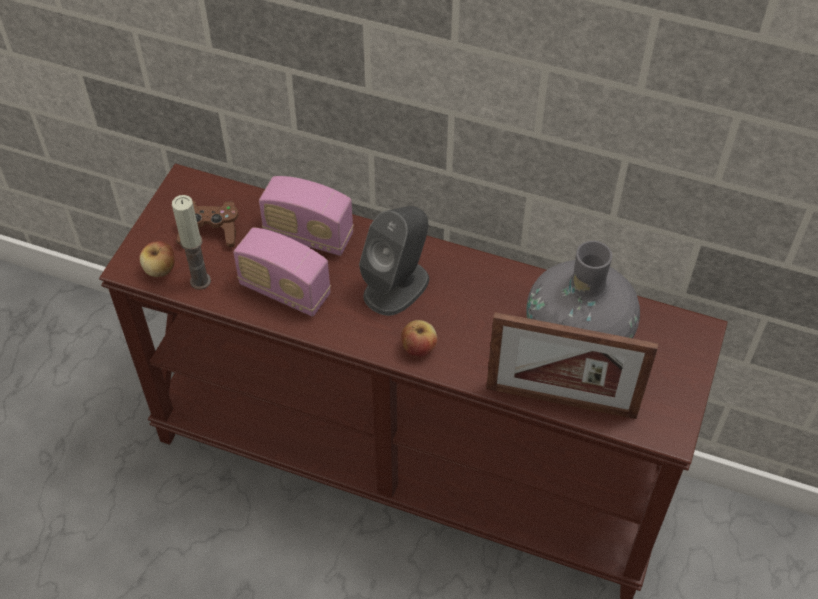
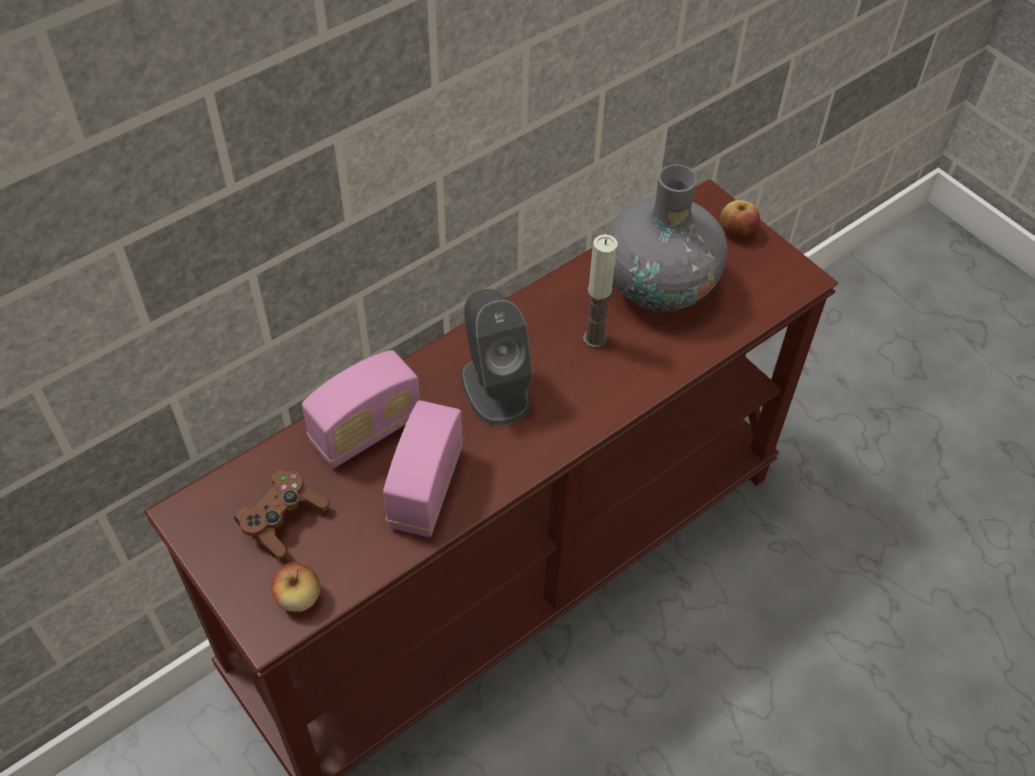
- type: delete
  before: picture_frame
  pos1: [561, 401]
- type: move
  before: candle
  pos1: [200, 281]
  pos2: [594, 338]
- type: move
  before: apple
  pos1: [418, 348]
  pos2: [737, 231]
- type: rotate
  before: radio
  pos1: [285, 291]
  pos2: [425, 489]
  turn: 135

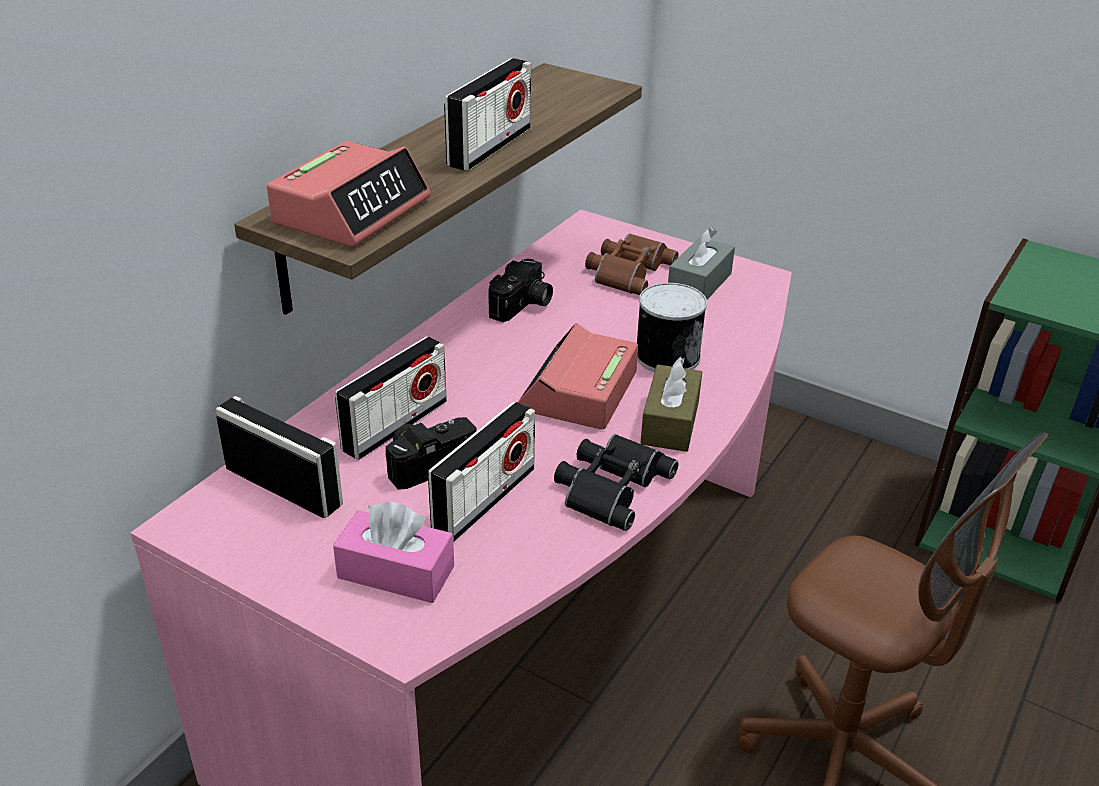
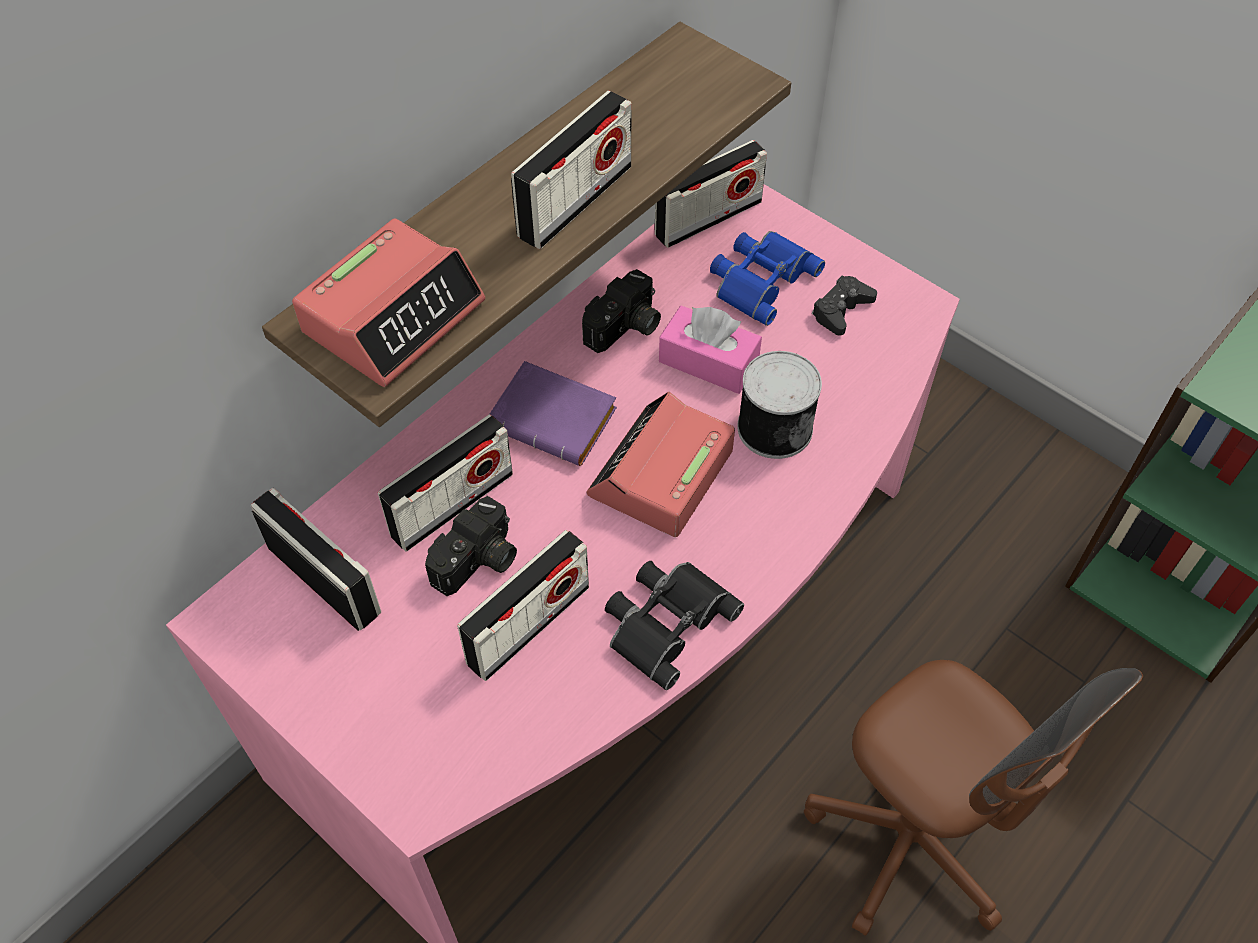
- type: delete
  before: brown_tissue_box
  pos1: [670, 422]
- type: insert
  after: purple_book
  pos2: [557, 419]
- type: insert
  after: radio
  pos2: [708, 218]
- type: move
  before: pink_tissue_box
  pos1: [396, 572]
  pos2: [708, 362]
- type: replace
  before: grey_tissue_box
  after: black_game_controller
  pos1: [699, 284]
  pos2: [841, 310]
- type: recolor
  before: brown_binoculars
  after: blue_binoculars
  pos1: [627, 270]
  pos2: [760, 279]
- type: rotate
  before: photo_camera
  pos1: [428, 462]
  pos2: [478, 562]
  turn: 150

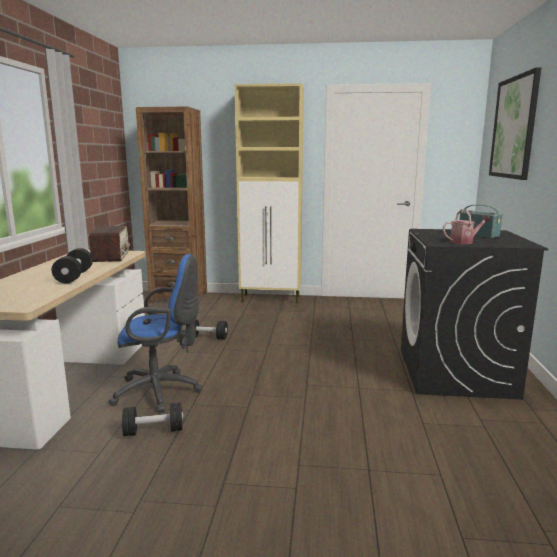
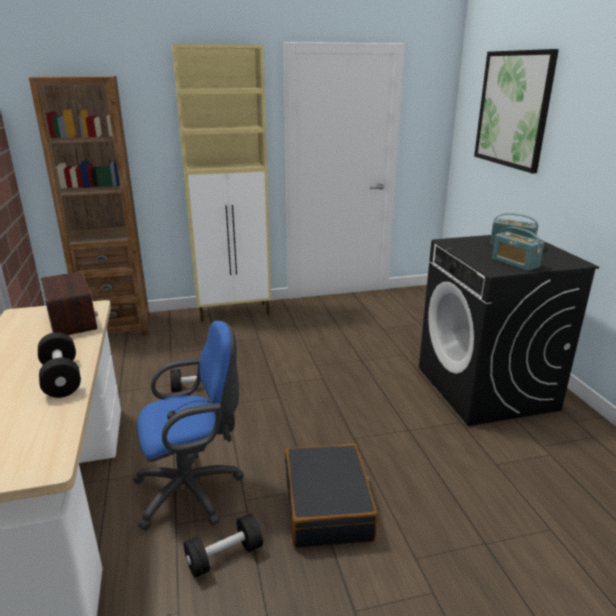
- type: insert
  after: black_suitcase
  pos2: [328, 506]
- type: replace
  before: watering_can
  after: radio
  pos1: [464, 242]
  pos2: [515, 263]

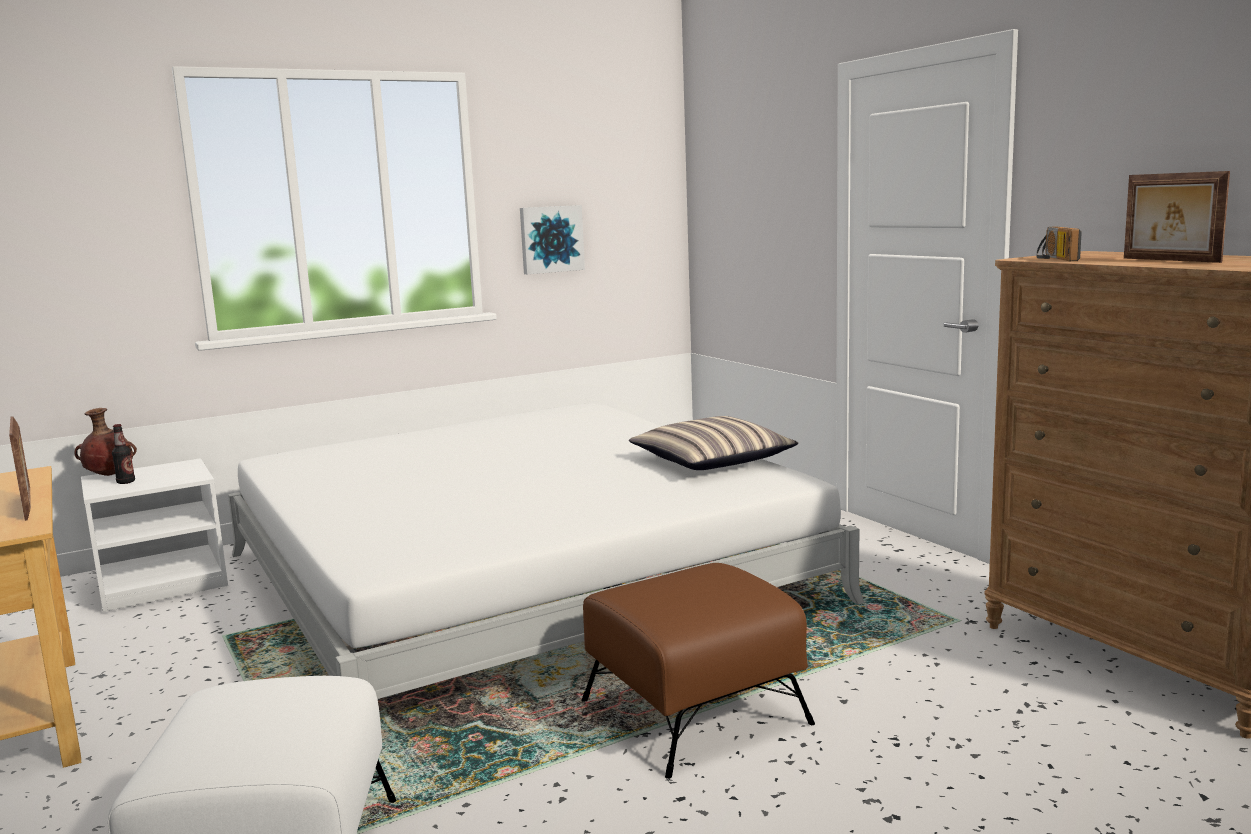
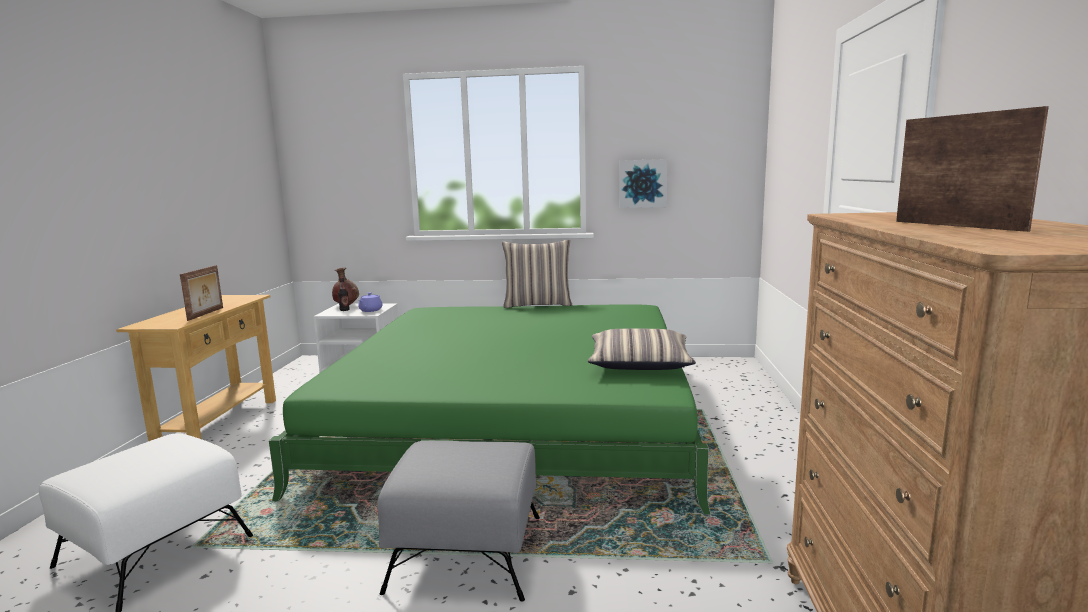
- type: delete
  before: radio
  pos1: [1054, 259]
- type: insert
  after: purple_teapot
  pos2: [370, 310]
- type: insert
  after: pillow
  pos2: [538, 304]
- type: recolor
  before: white_bed
  after: green_bed
  pos1: [516, 577]
  pos2: [515, 416]
- type: recolor
  before: brown_ottoman
  after: grey_ottoman
  pos1: [696, 712]
  pos2: [468, 553]
- type: rotate
  before: picture_frame
  pos1: [1169, 260]
  pos2: [958, 226]
  turn: 150

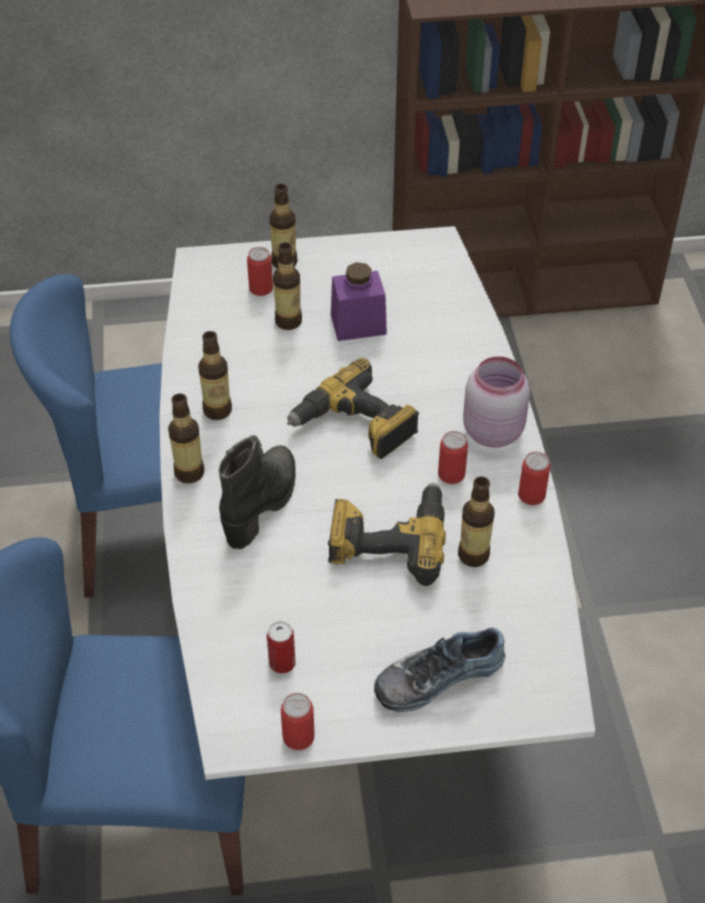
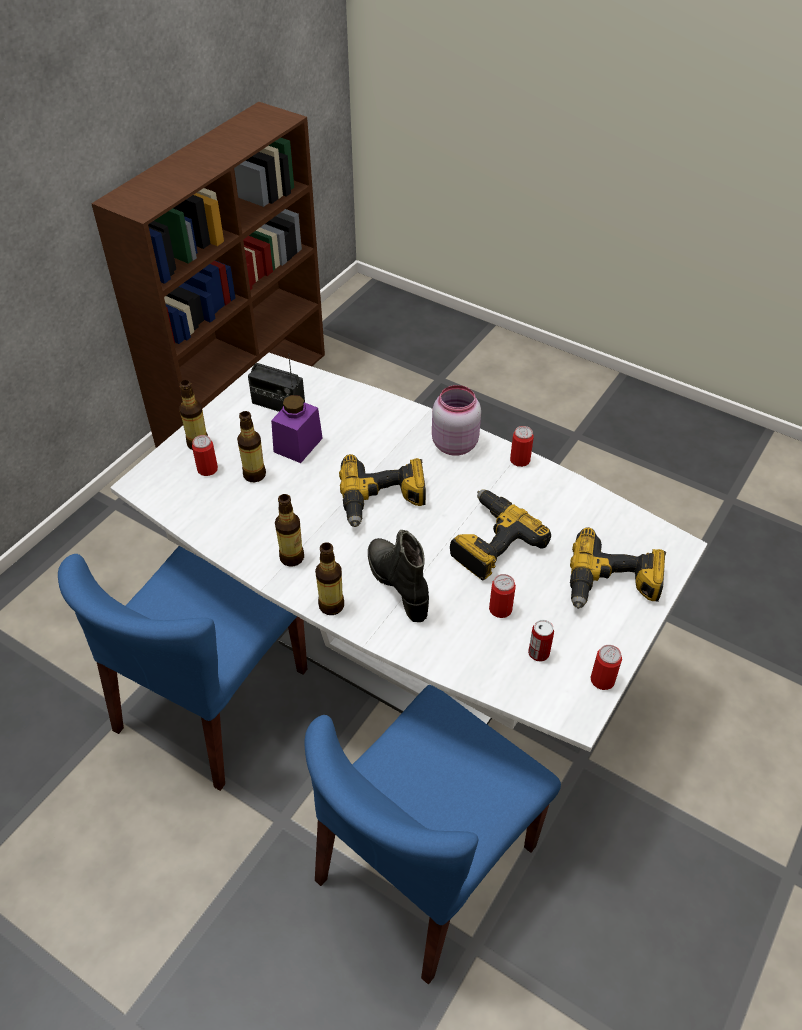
- type: delete
  before: bottle
  pos1: [473, 555]
- type: insert
  after: radio
  pos2: [278, 404]
- type: move
  before: can
  pos1: [451, 474]
  pos2: [500, 609]
- type: replace
  before: shoe
  after: power_drill
  pos1: [437, 675]
  pos2: [612, 585]

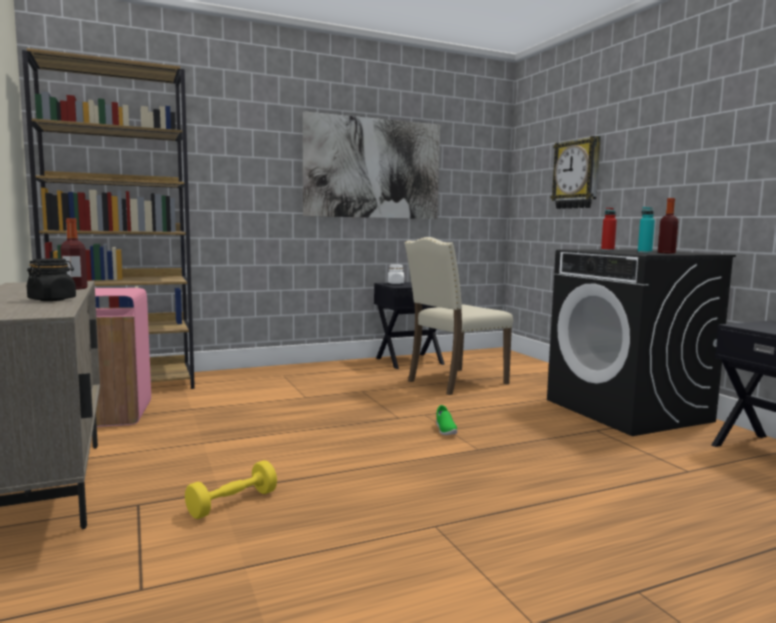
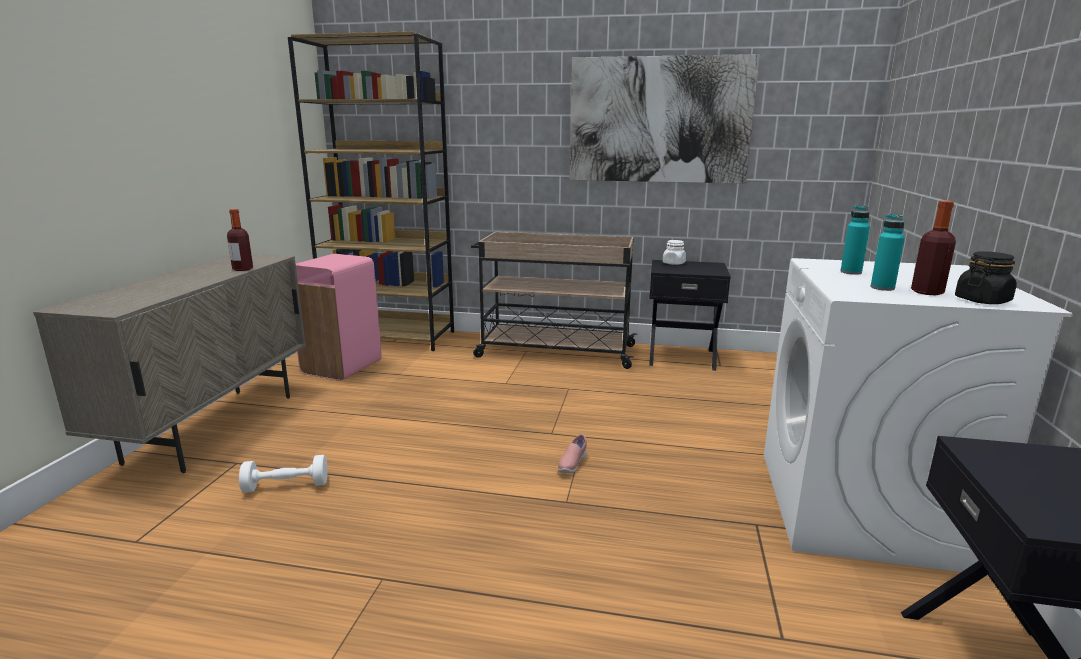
- type: delete
  before: beige_chair
  pos1: [454, 382]
- type: delete
  before: wall_clock
  pos1: [577, 174]
- type: insert
  after: beige_cart
  pos2: [554, 351]
- type: move
  before: black_jar
  pos1: [52, 299]
  pos2: [982, 300]
- type: recolor
  before: yellow_dumbbell
  after: white_dumbbell
  pos1: [232, 503]
  pos2: [286, 486]
- type: recolor
  before: green_shoe
  after: pink_shoe
  pos1: [445, 430]
  pos2: [572, 464]
- type: recolor
  before: black_washing_machine
  after: white_washing_machine
  pos1: [628, 410]
  pos2: [860, 508]
- type: recolor
  before: red_bottle
  after: turquoise_bottle
  pos1: [607, 251]
  pos2: [851, 272]

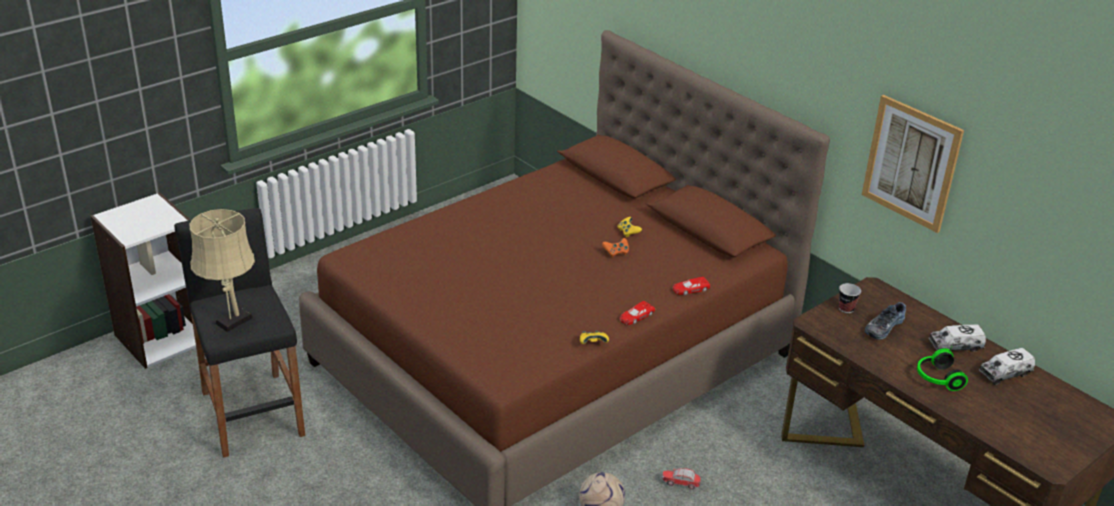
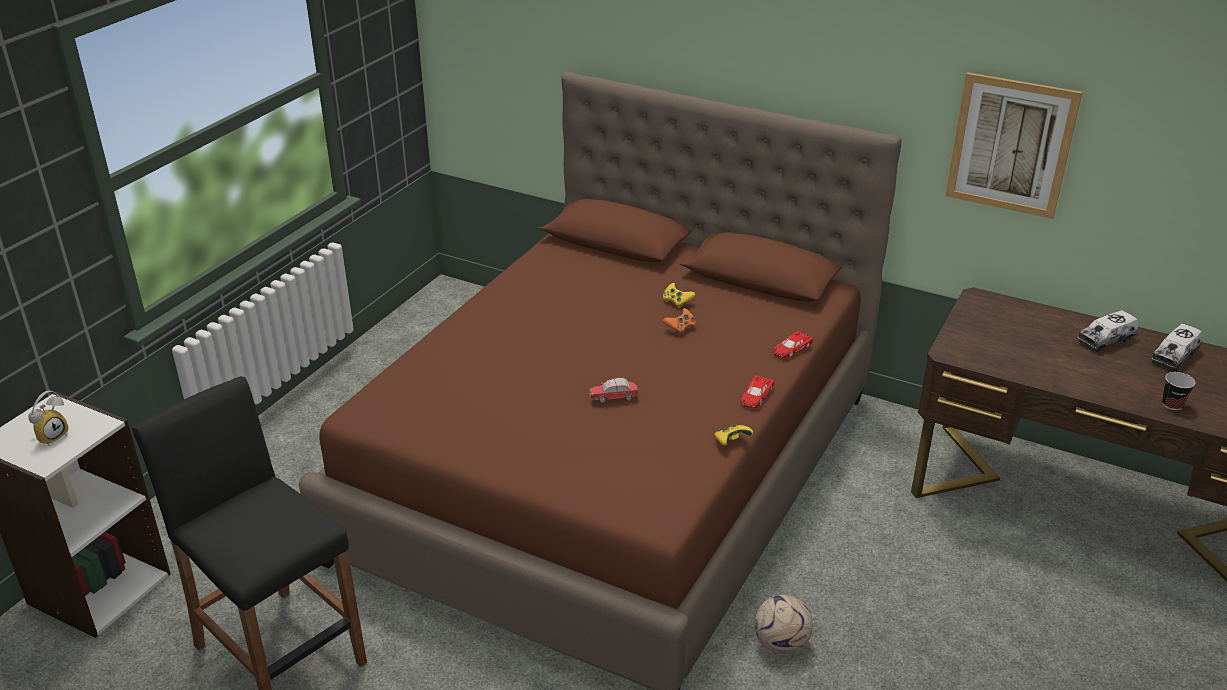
- type: delete
  before: beige_table_lamp
  pos1: [231, 322]
- type: delete
  before: shoe
  pos1: [883, 327]
- type: delete
  before: headphones
  pos1: [937, 378]
- type: insert
  after: alarm_clock
  pos2: [51, 436]
- type: move
  before: toy_car
  pos1: [681, 483]
  pos2: [614, 398]
- type: move
  before: cup
  pos1: [846, 309]
  pos2: [1172, 404]

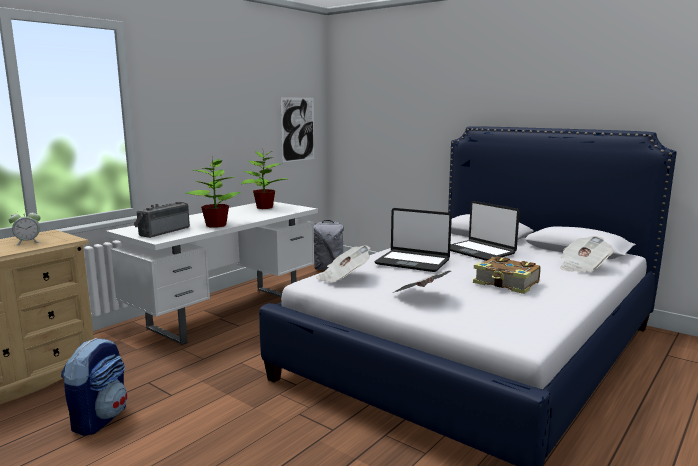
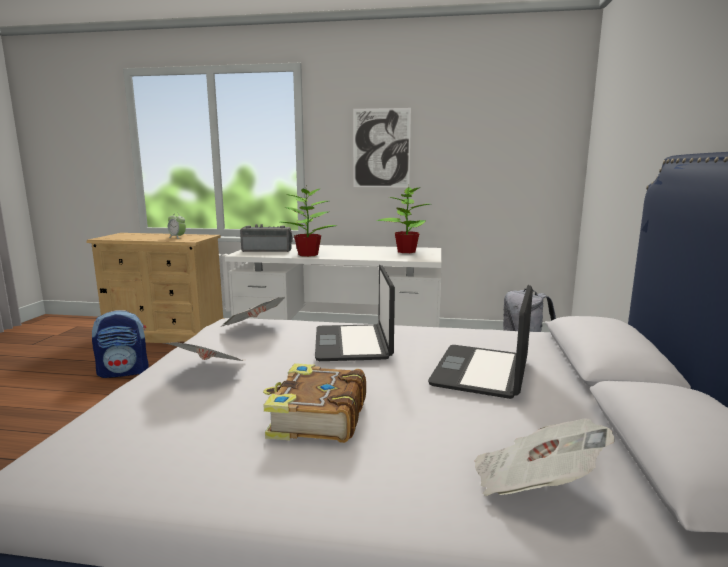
- type: move
  before: picture
  pos1: [298, 129]
  pos2: [381, 148]

